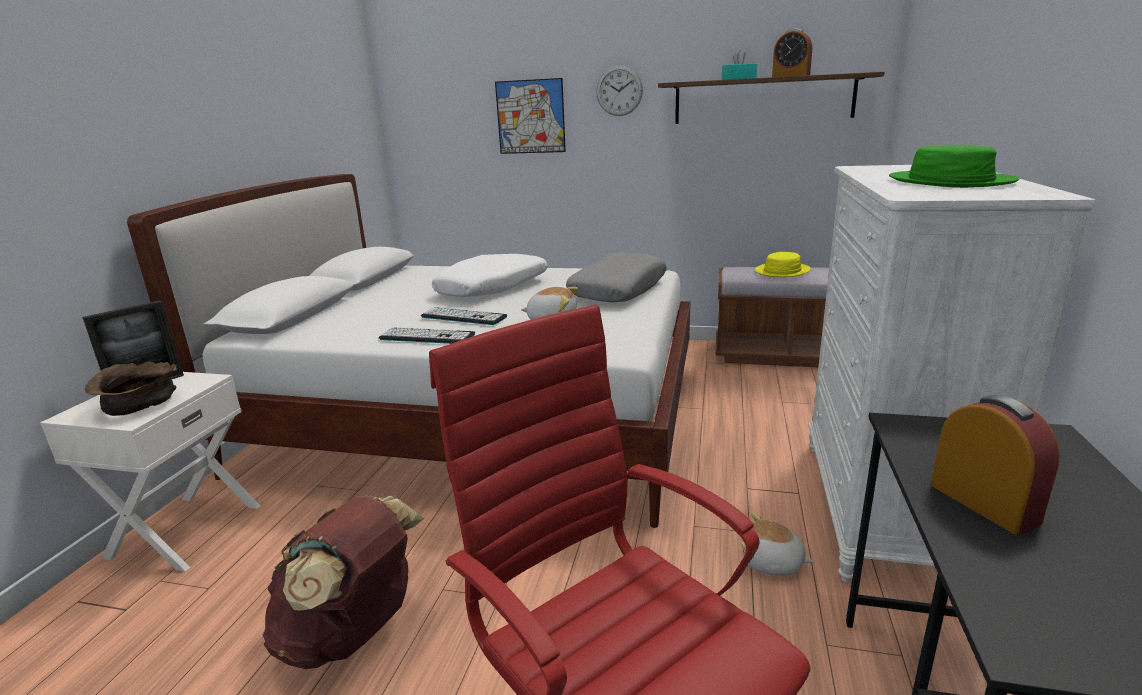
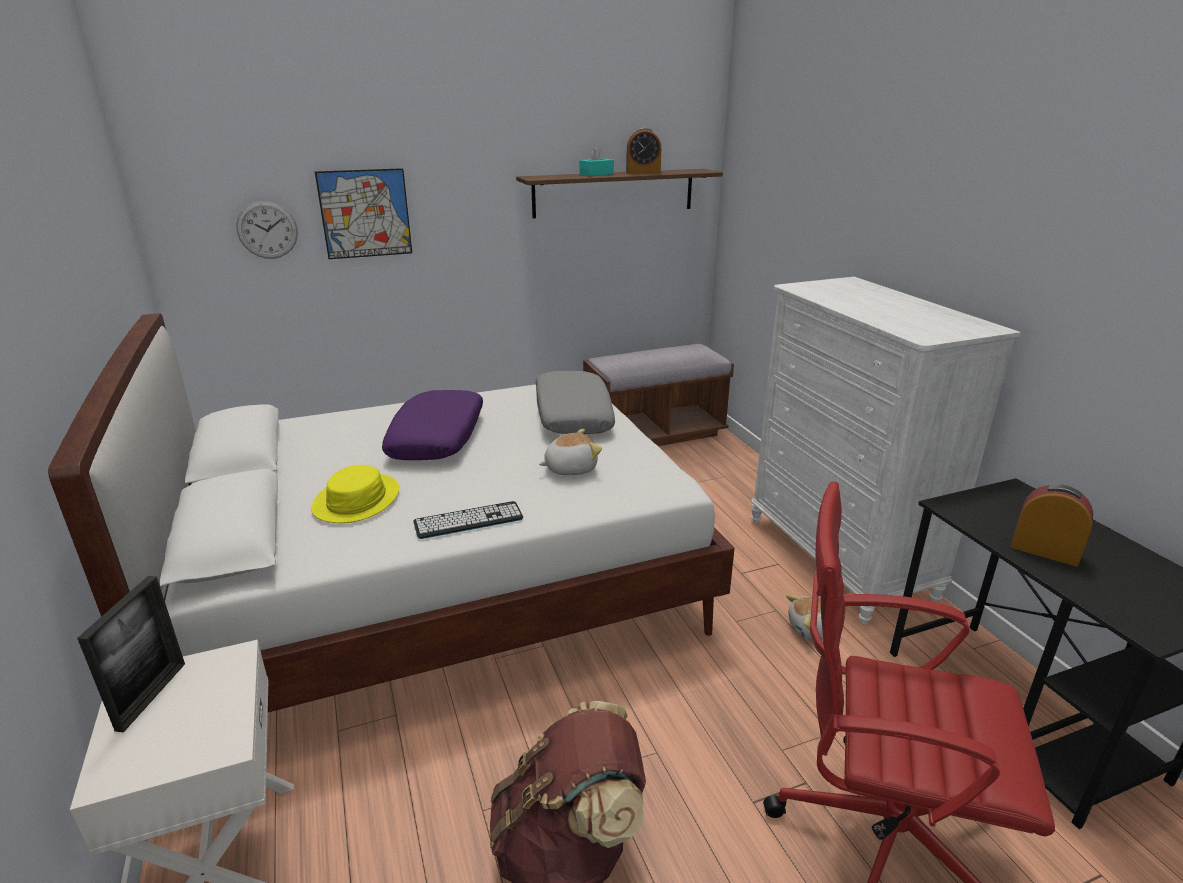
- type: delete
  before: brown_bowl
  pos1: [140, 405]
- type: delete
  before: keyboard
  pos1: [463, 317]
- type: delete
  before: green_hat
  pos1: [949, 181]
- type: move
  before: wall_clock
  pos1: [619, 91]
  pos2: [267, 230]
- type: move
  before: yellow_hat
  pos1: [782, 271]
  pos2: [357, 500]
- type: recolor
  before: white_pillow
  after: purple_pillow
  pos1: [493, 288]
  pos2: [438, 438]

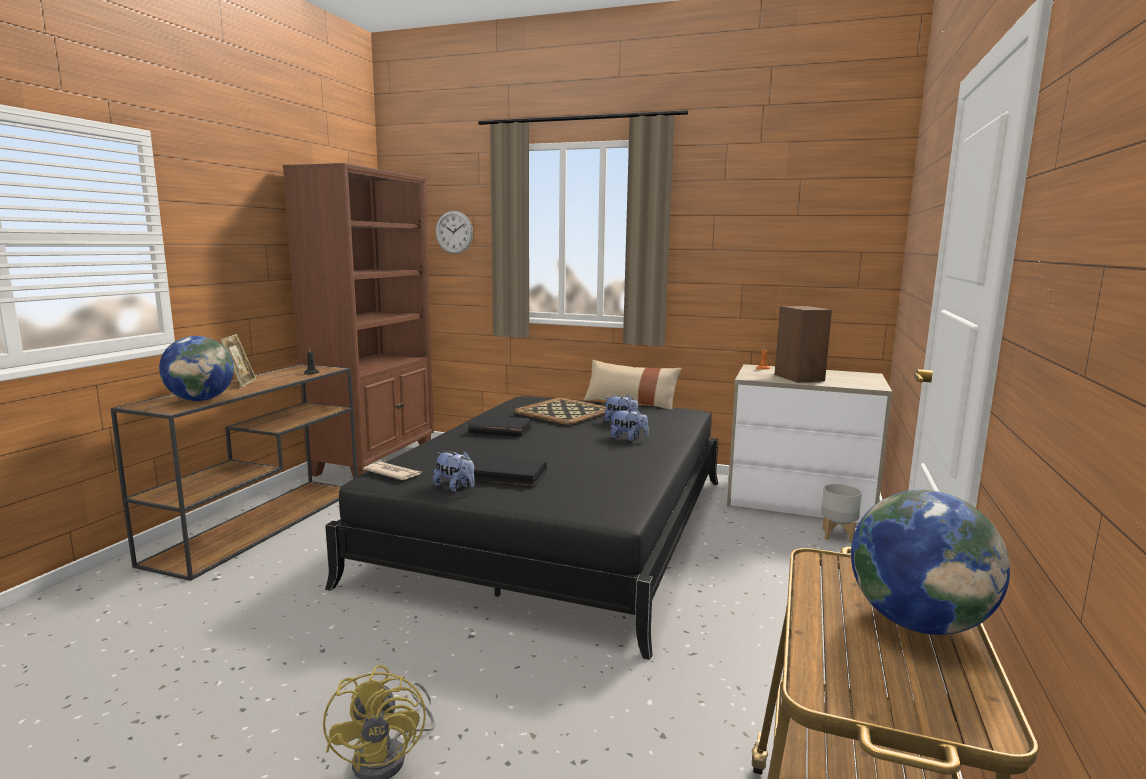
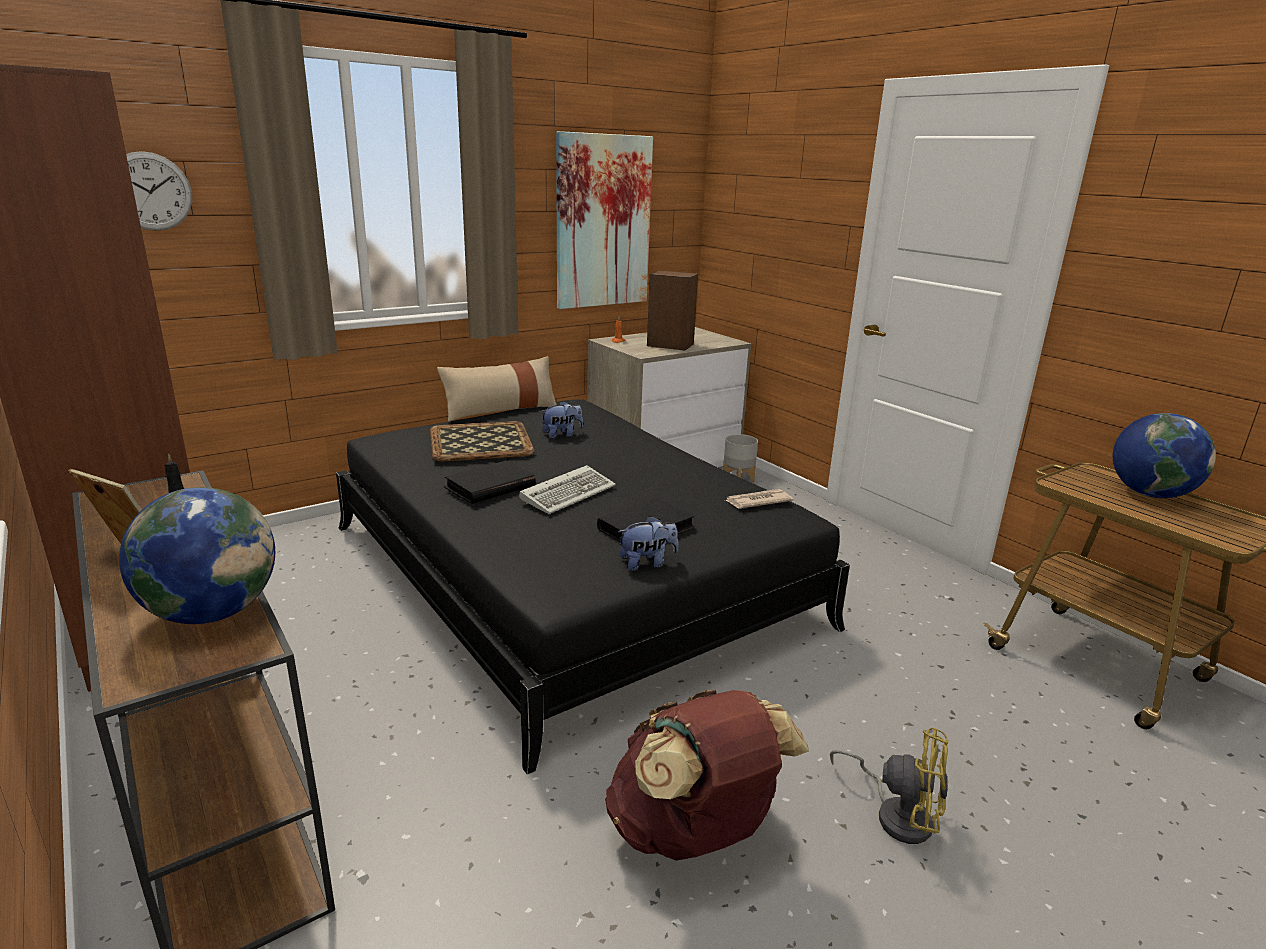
- type: delete
  before: plush_toy
  pos1: [628, 438]
- type: insert
  after: keyboard
  pos2: [569, 493]
- type: insert
  after: picture
  pos2: [603, 222]
- type: insert
  after: brown_backpack
  pos2: [693, 833]
- type: move
  before: newspaper
  pos1: [393, 473]
  pos2: [757, 501]

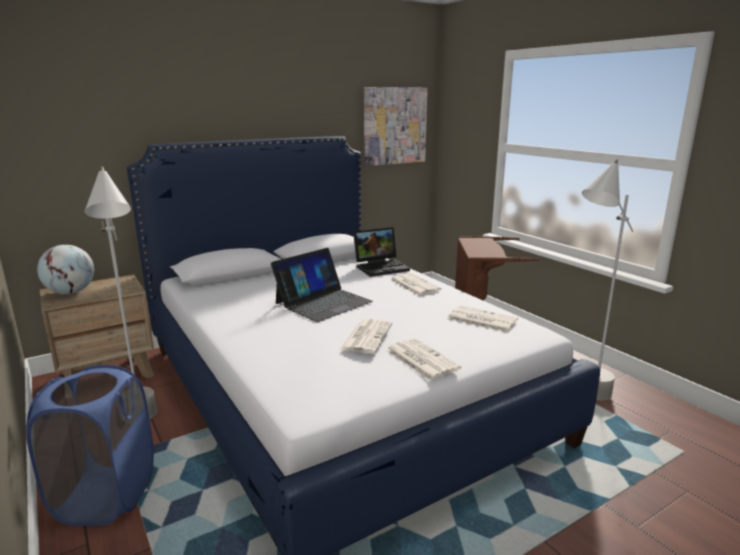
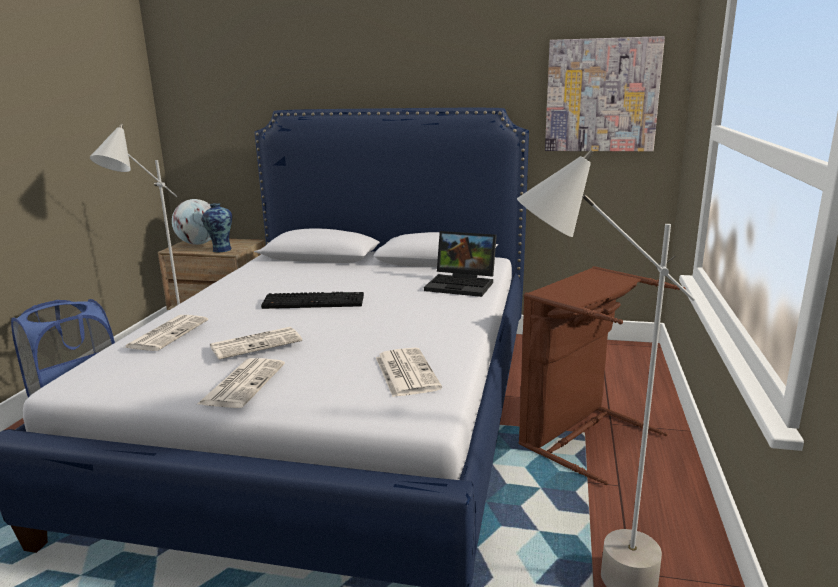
- type: insert
  after: vase
  pos2: [221, 250]
- type: move
  before: newspaper
  pos1: [414, 285]
  pos2: [168, 333]
- type: replace
  before: laptop
  after: keyboard
  pos1: [323, 302]
  pos2: [315, 301]

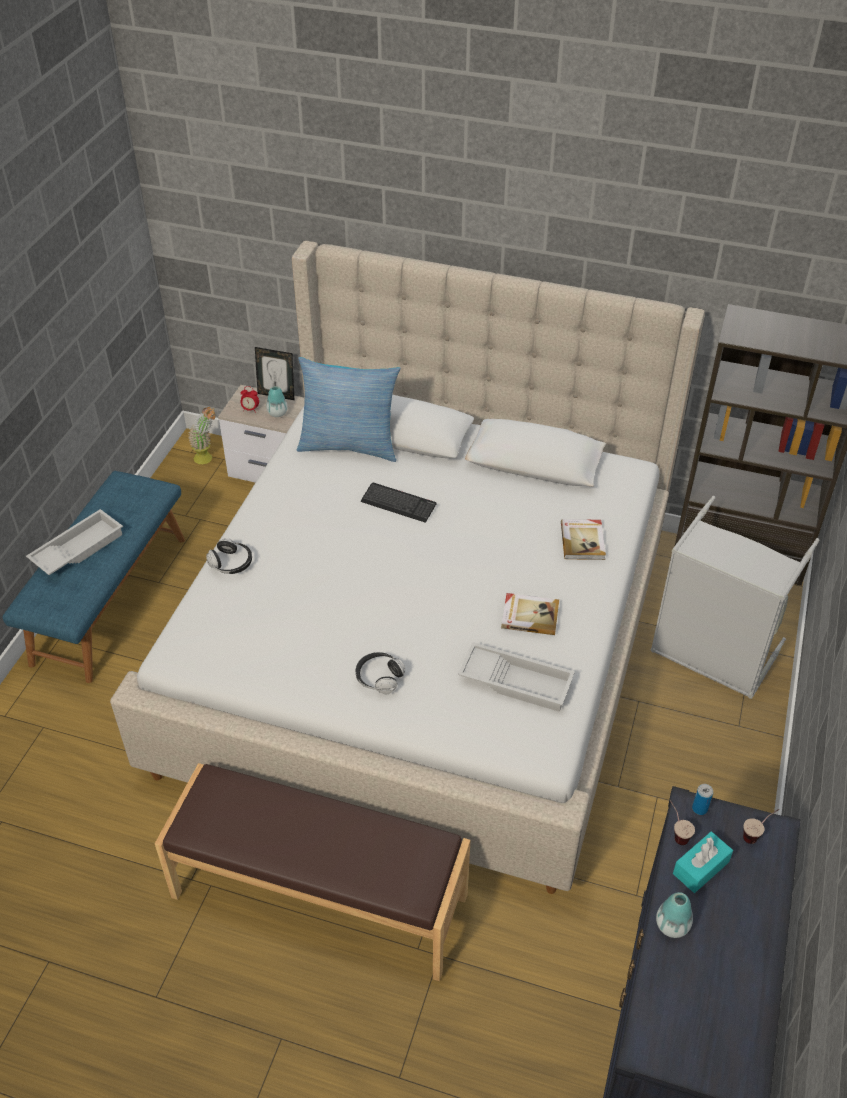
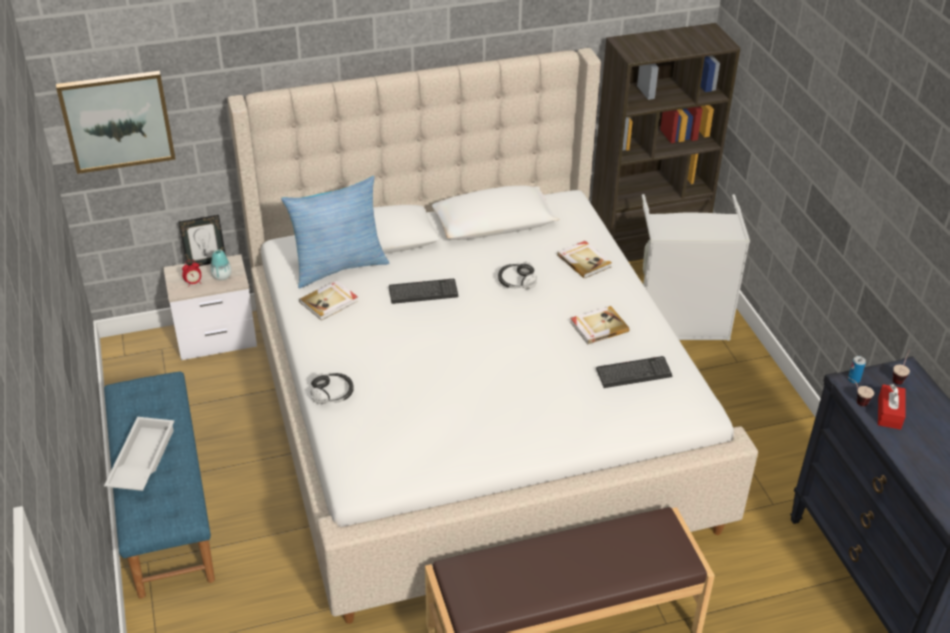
- type: delete
  before: potted_plant
  pos1: [207, 459]
- type: delete
  before: vase
  pos1: [672, 925]
- type: insert
  after: picture
  pos2: [117, 121]
- type: insert
  after: book
  pos2: [329, 302]
- type: move
  before: headphones
  pos1: [379, 677]
  pos2: [516, 282]
- type: replace
  before: white_tray
  after: keyboard
  pos1: [517, 681]
  pos2: [633, 373]
- type: recolor
  before: turquoise_tissue_box
  after: red_tissue_box
  pos1: [700, 868]
  pos2: [889, 413]

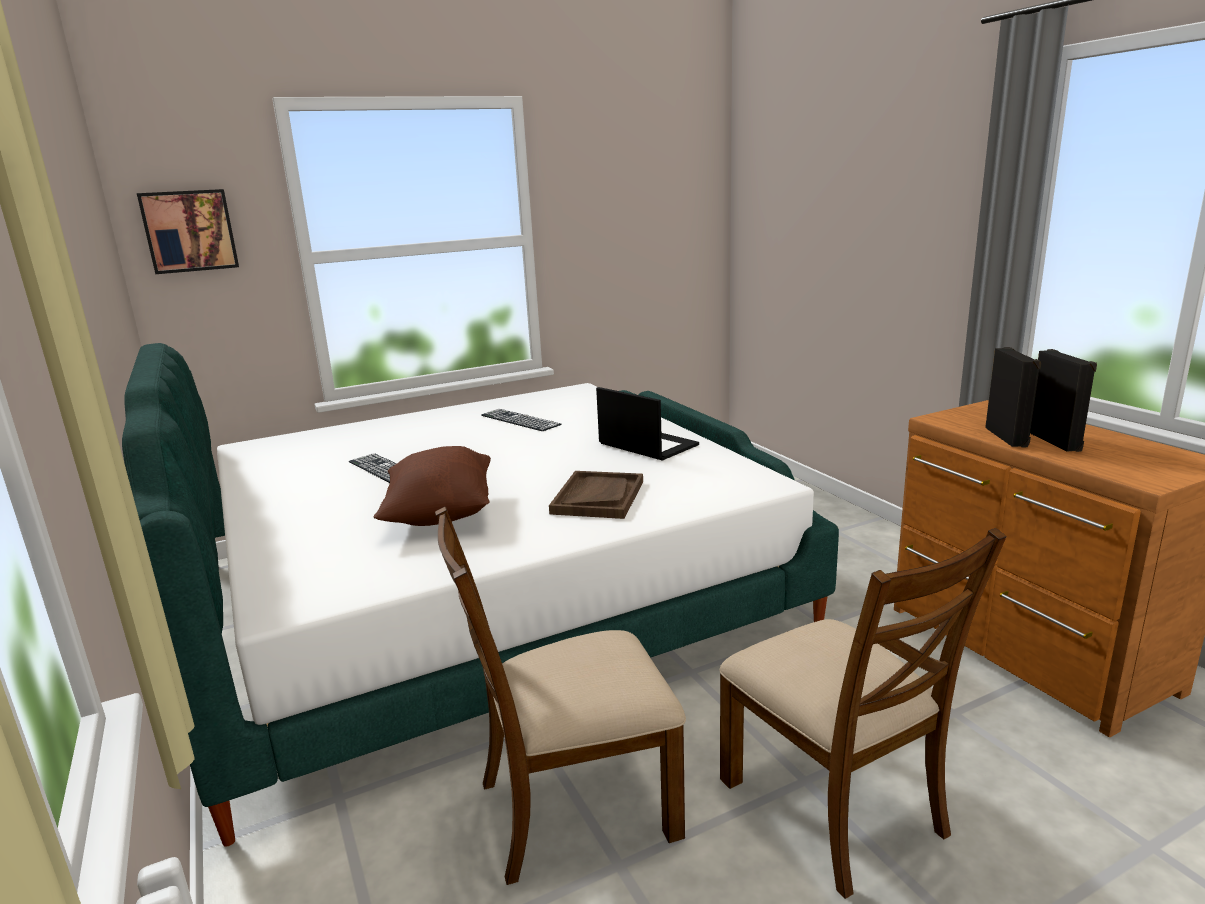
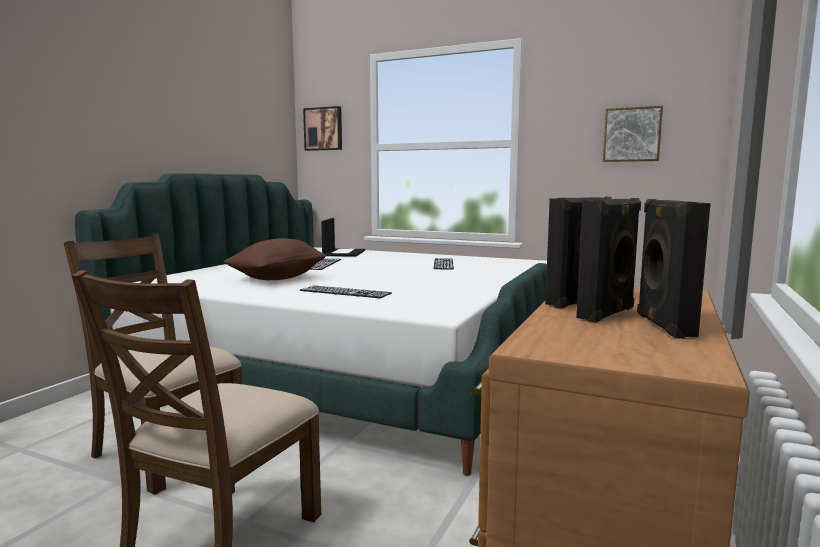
- type: insert
  after: picture
  pos2: [632, 134]
- type: insert
  after: black_speaker
  pos2: [662, 325]
- type: move
  before: laptop
  pos1: [646, 445]
  pos2: [343, 253]
- type: replace
  before: brown_tray
  after: keyboard
  pos1: [598, 497]
  pos2: [345, 292]

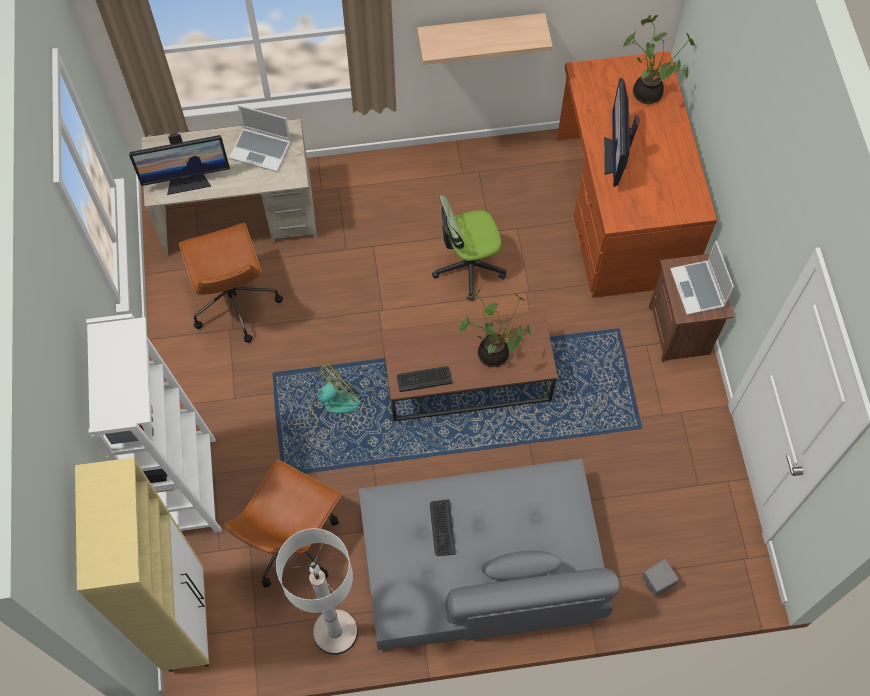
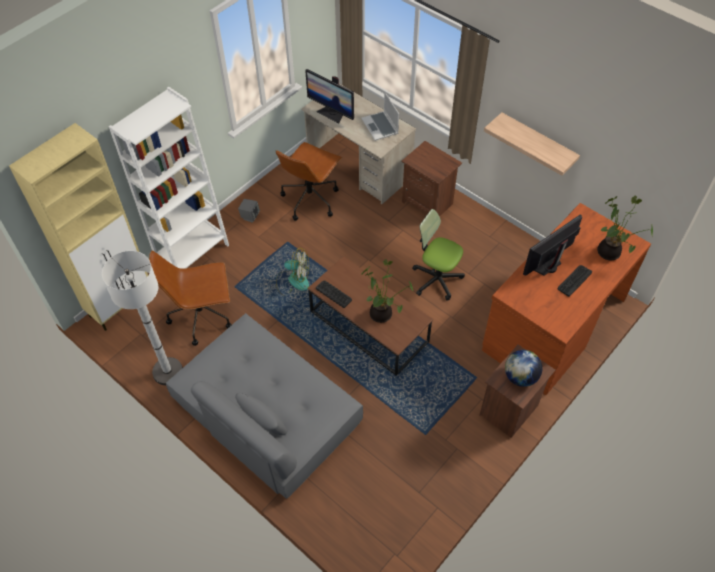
- type: insert
  after: brown_nightstand
  pos2: [428, 202]
- type: move
  before: keyboard
  pos1: [442, 528]
  pos2: [574, 280]
- type: move
  before: grey_speaker
  pos1: [656, 582]
  pos2: [250, 216]
- type: replace
  before: laptop
  after: globe
  pos1: [698, 289]
  pos2: [520, 377]

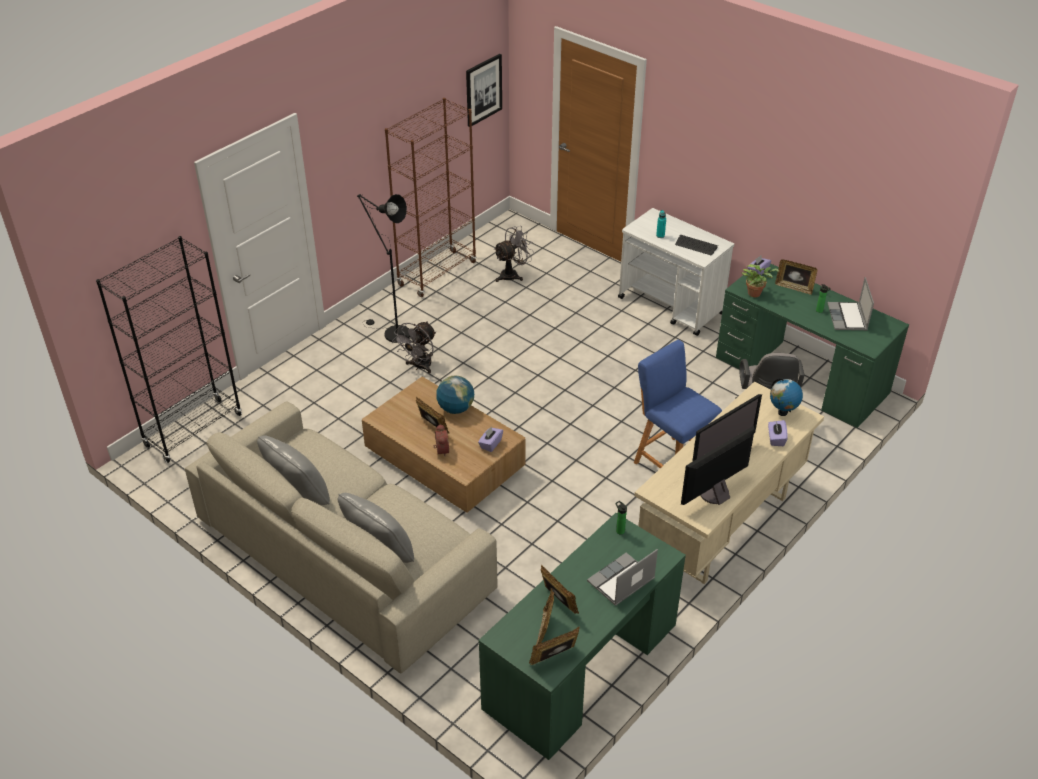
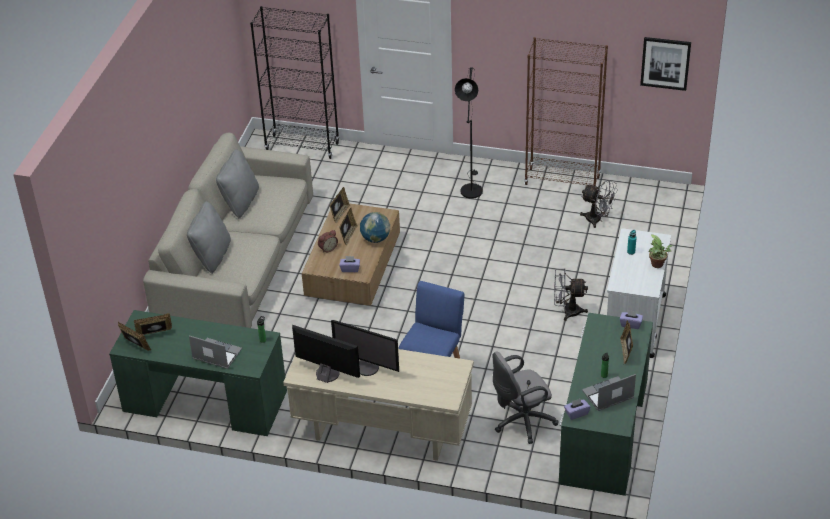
- type: delete
  before: keyboard
  pos1: [696, 246]
- type: delete
  before: globe
  pos1: [782, 412]
- type: move
  before: grey_fan
  pos1: [419, 366]
  pos2: [567, 311]
- type: move
  before: picture_frame
  pos1: [558, 602]
  pos2: [340, 214]
- type: move
  before: potted_plant
  pos1: [756, 293]
  pos2: [658, 265]
- type: move
  before: purple_tissue_box
  pos1: [776, 439]
  pos2: [576, 413]

